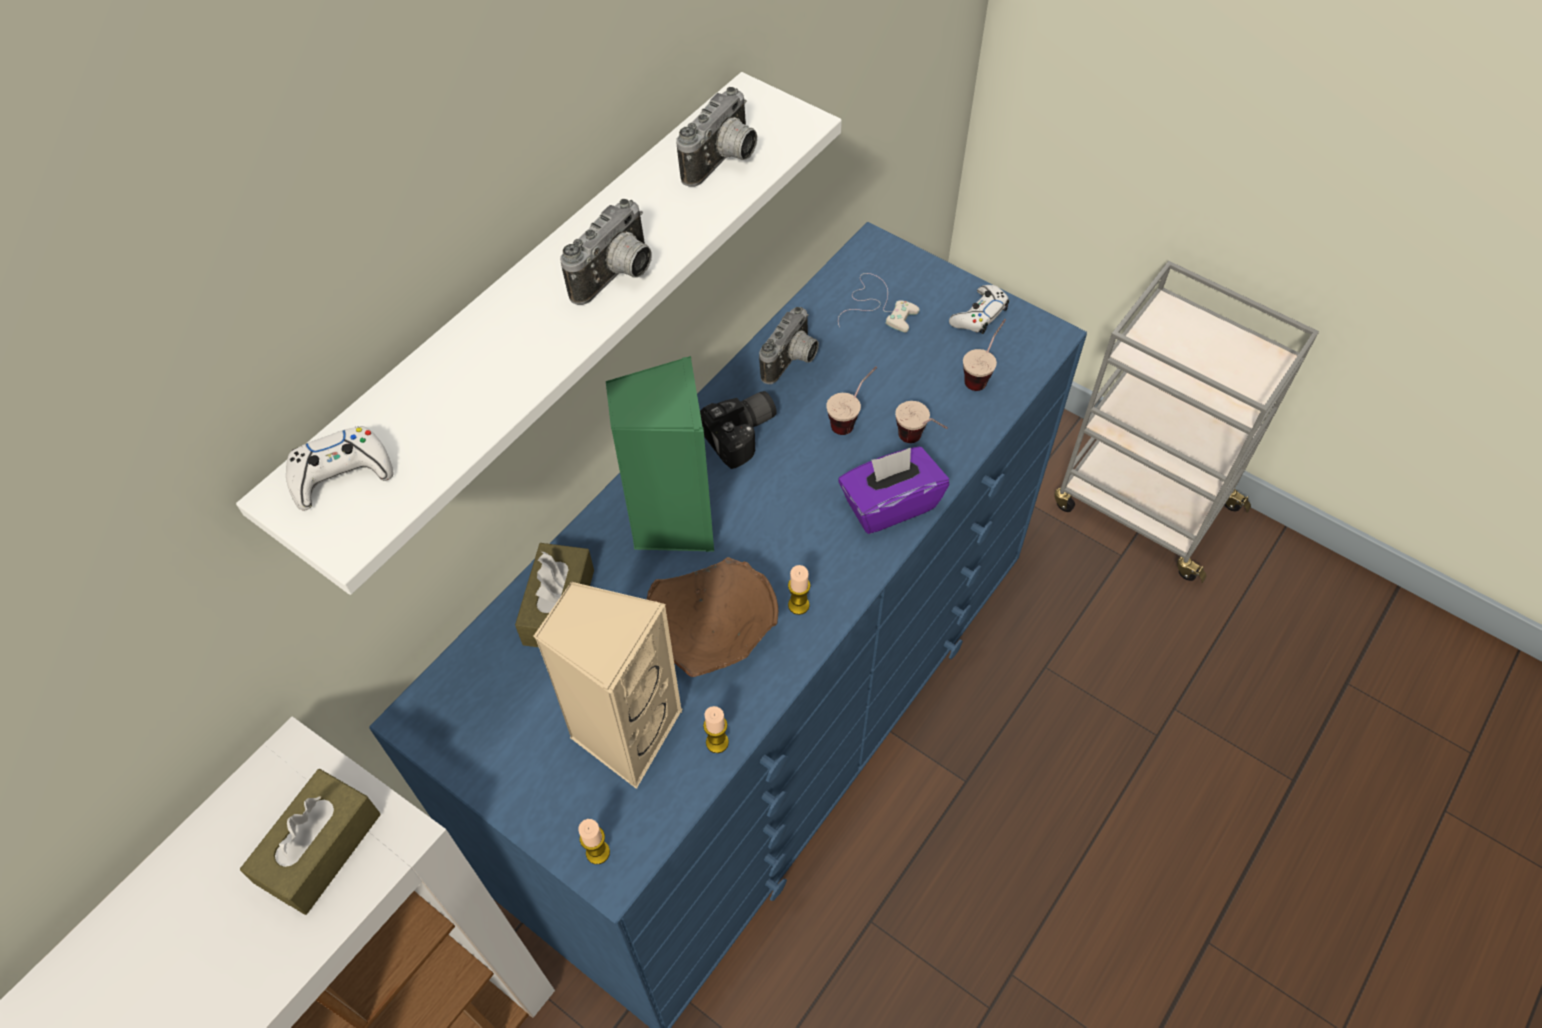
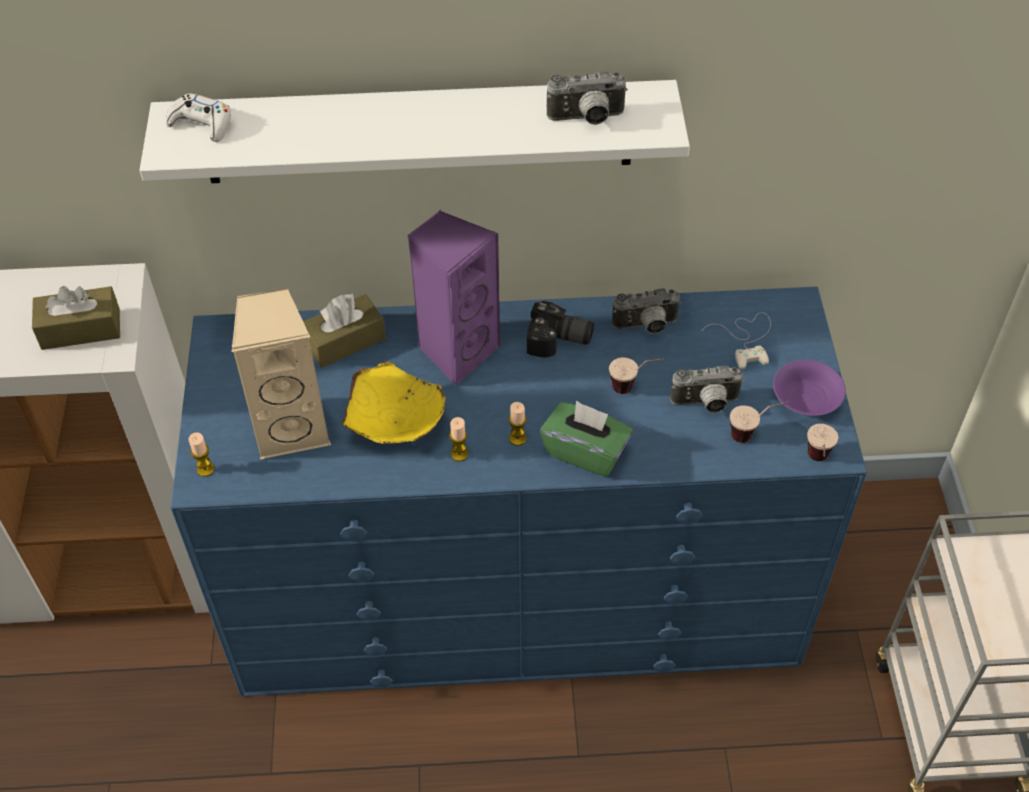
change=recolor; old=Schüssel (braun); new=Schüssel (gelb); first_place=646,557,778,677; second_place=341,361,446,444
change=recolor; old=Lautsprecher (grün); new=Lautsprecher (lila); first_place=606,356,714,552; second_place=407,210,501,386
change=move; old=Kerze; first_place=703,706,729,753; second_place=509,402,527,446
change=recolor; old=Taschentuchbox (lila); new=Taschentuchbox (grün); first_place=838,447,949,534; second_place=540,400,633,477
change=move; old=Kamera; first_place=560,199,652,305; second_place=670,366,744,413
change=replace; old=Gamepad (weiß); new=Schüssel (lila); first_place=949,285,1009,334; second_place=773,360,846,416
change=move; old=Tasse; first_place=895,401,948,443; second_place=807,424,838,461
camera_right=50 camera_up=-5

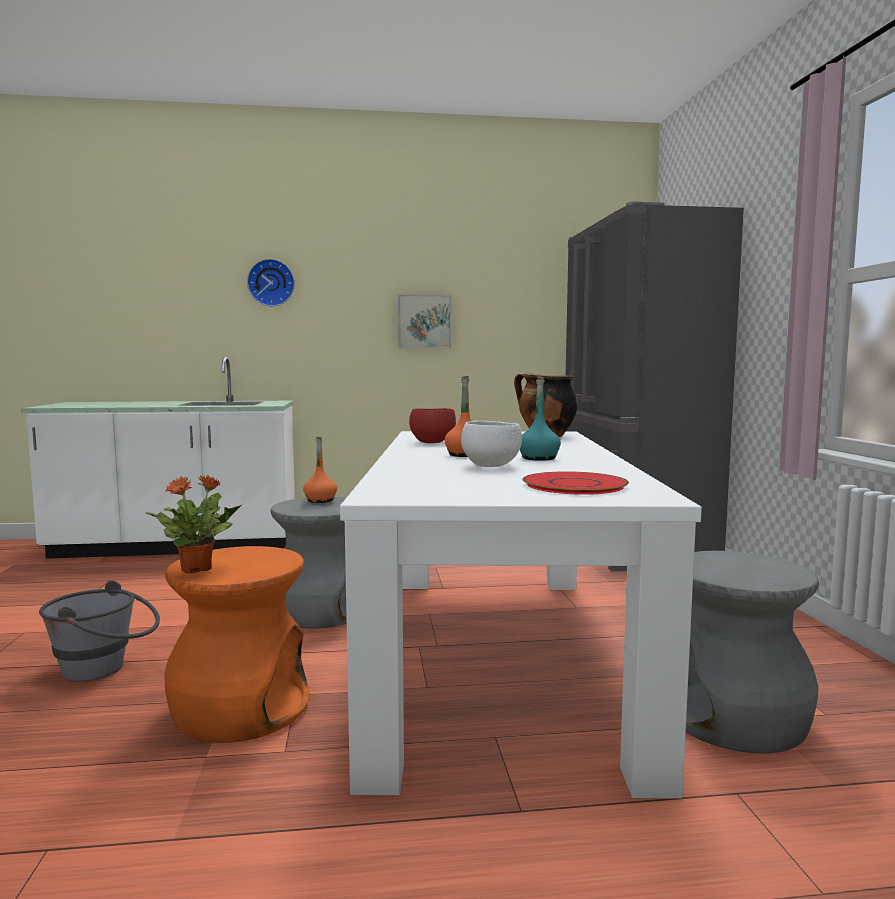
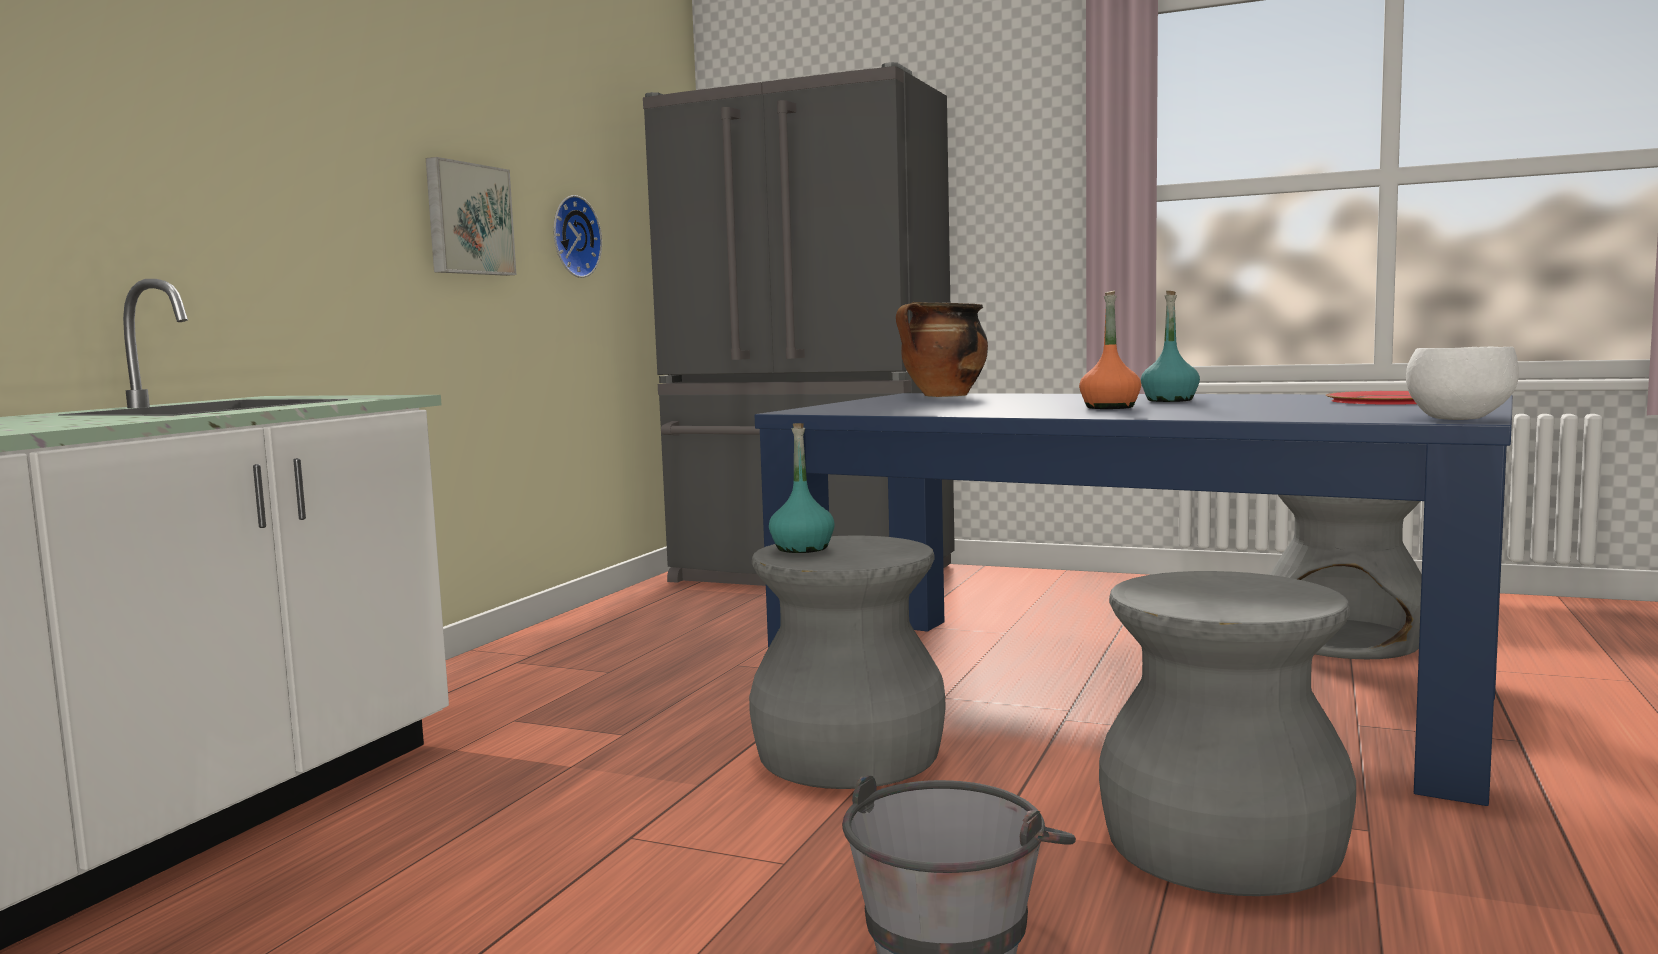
change=move; old=Wanduhr; first_place=247,259,295,306; second_place=554,195,602,278
change=recolor; old=Esstisch (weiß); new=Esstisch (blau); first_place=340,431,702,799; second_place=755,393,1513,806
change=recolor; old=Flasche (orange); new=Flasche (türkis); first_place=303,437,337,503; second_place=769,423,835,553
change=recolor; old=Hocker (orange); new=Hocker (grau); first_place=164,546,309,743; second_place=1099,571,1356,896
change=move; old=Schüssel (weiß); first_place=461,421,522,467; second_place=1406,347,1519,420
change=delete; old=Topfpflanze; first_place=146,475,241,573
change=delete; old=Schüssel (rot); first_place=409,408,456,443
camera_right=-60 camera_up=0

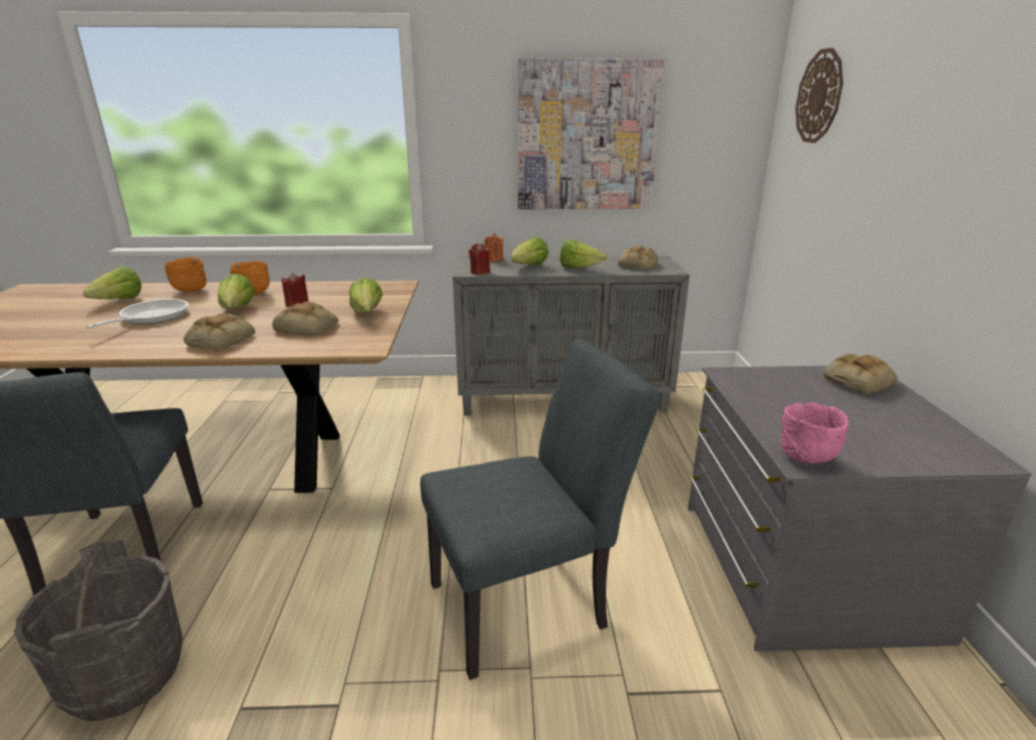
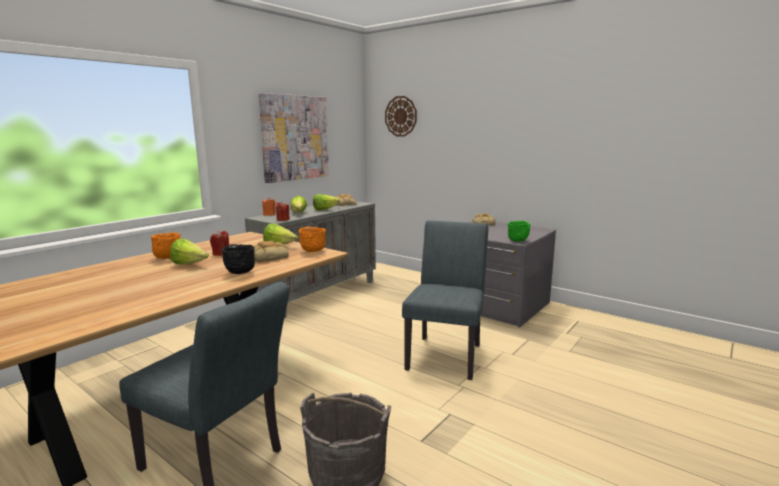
change=replace; old=Brot; new=Schüssel (schwarz); first_place=183,314,255,351; second_place=222,244,255,274
change=move; old=Schüssel (orange); first_place=165,257,207,292; second_place=299,227,326,252
change=recolor; old=Schüssel (rosa); new=Schüssel (grün); first_place=780,403,849,464; second_place=508,221,530,242
change=delete; old=Salatkopf; first_place=83,266,142,299
change=delete; old=Pfanne; first_place=86,299,189,328
camera_right=-50 camera_up=-10

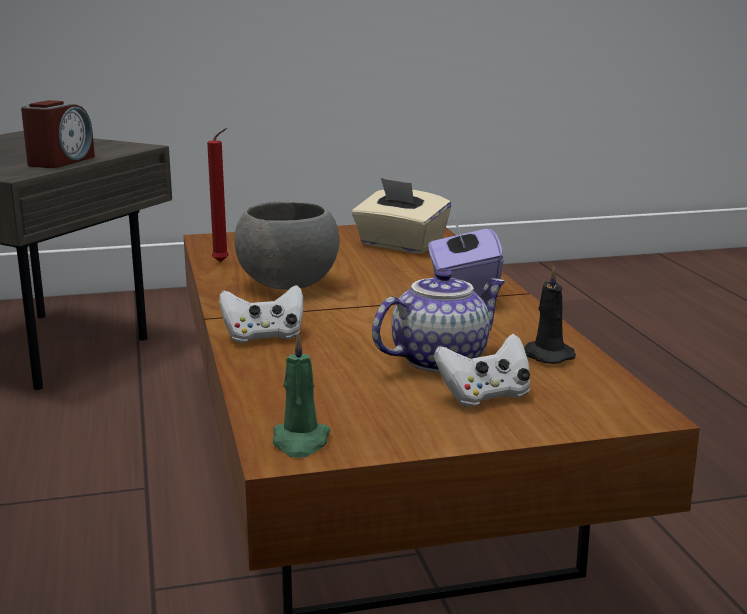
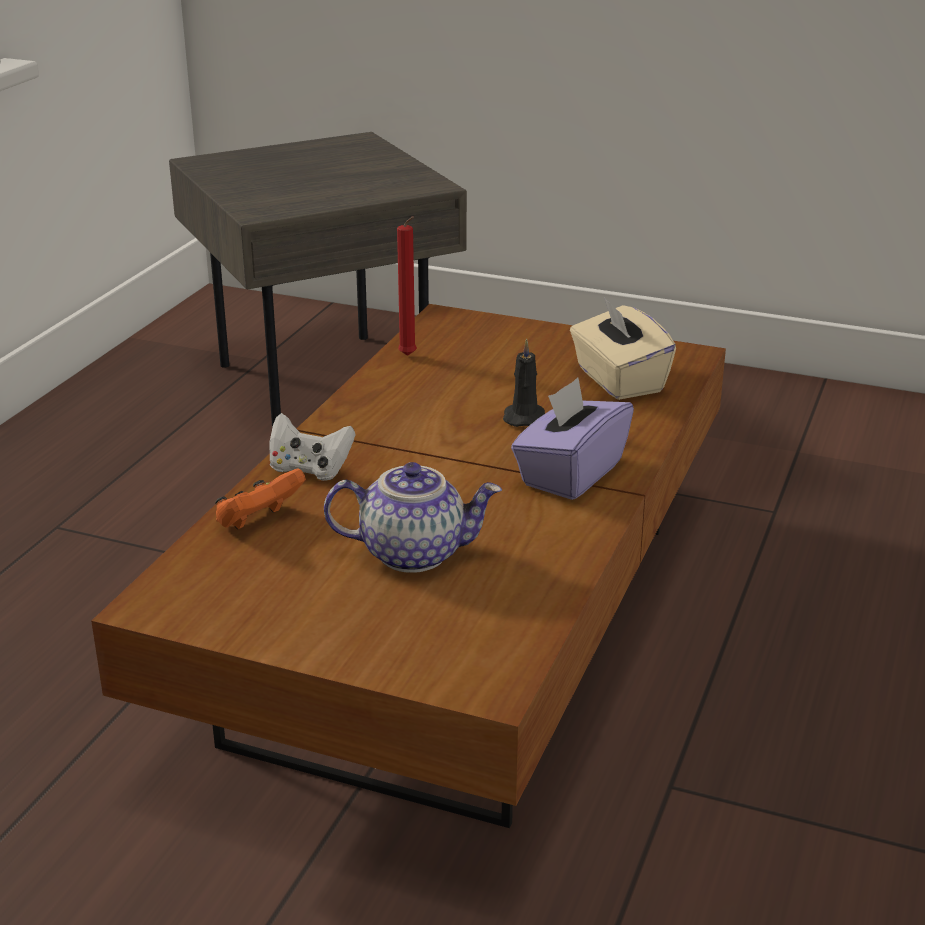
change=insert; new=Gamepad (orange); second_place=215,468,306,529
change=move; old=Kerze (schwarz); first_place=524,266,576,364; second_place=503,339,545,427
change=delete; old=Wecker; first_place=21,100,95,168
change=delete; old=Schüssel (grau); first_place=234,201,340,290
change=delete; old=Kerze (grün); first_place=273,334,331,458
change=delete; old=Gamepad (weiß); first_place=434,334,530,407
camera_right=35 camera_up=10

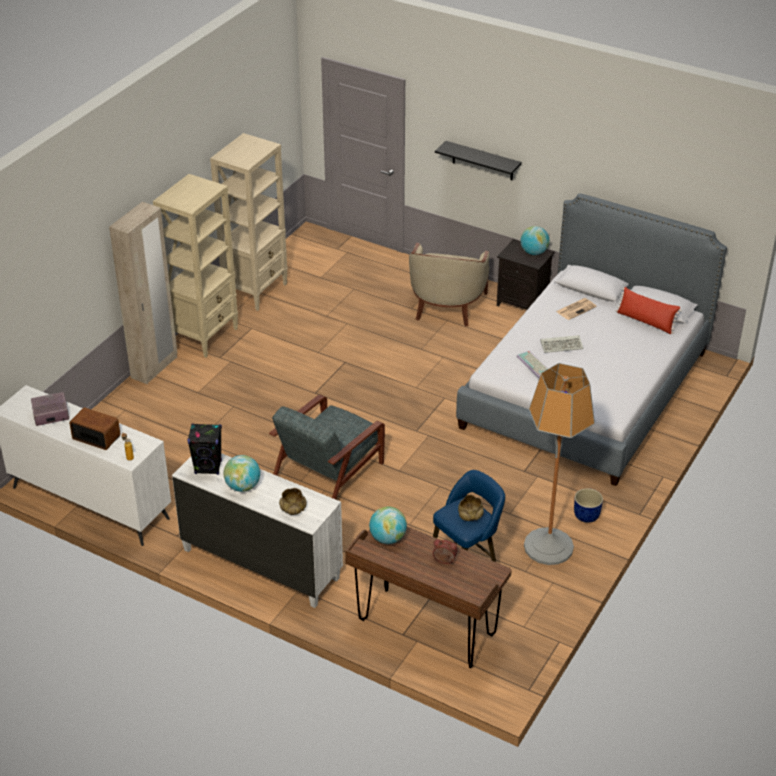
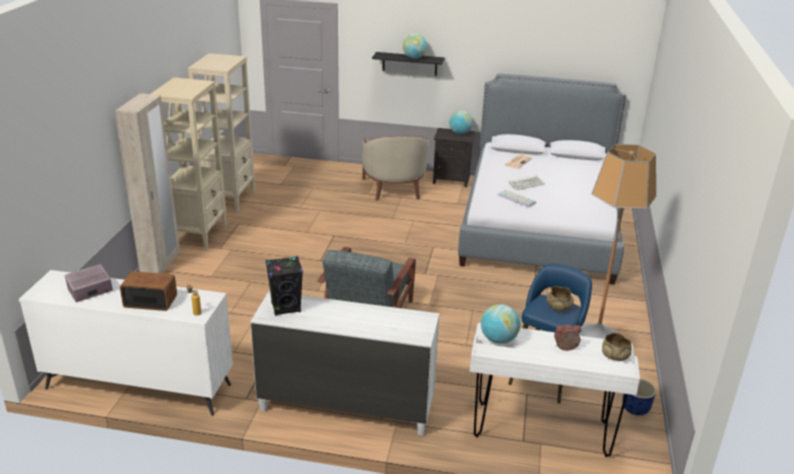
change=move; old=Globus; first_place=224,455,260,492; second_place=403,33,427,59
change=recolor; old=Schreibtisch (braun); new=Schreibtisch (weiß); first_place=345,526,512,668; second_place=470,323,640,457
change=move; old=Schüssel (beige); first_place=279,488,307,515; second_place=602,333,631,361
change=move; old=Pflanzkübel (blau); first_place=574,488,603,523; second_place=622,379,656,416
change=delete; old=Kissen (rot); first_place=615,287,682,334
camera_right=-20 camera_up=-10

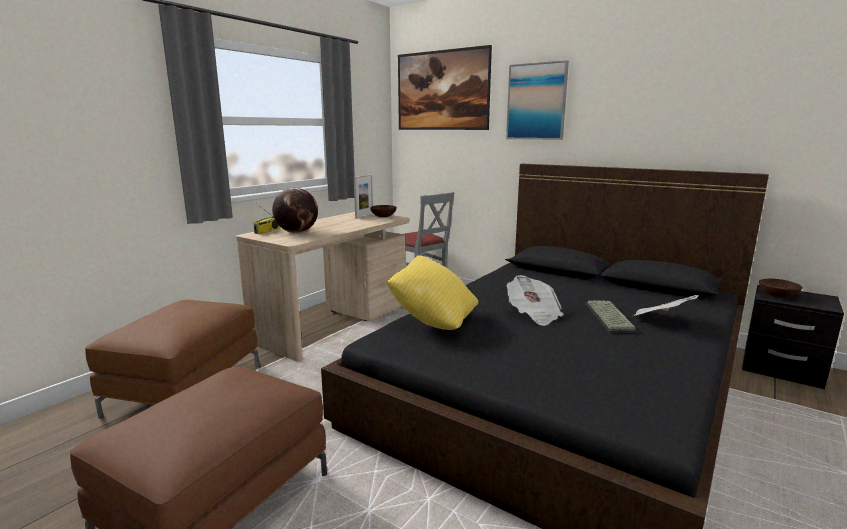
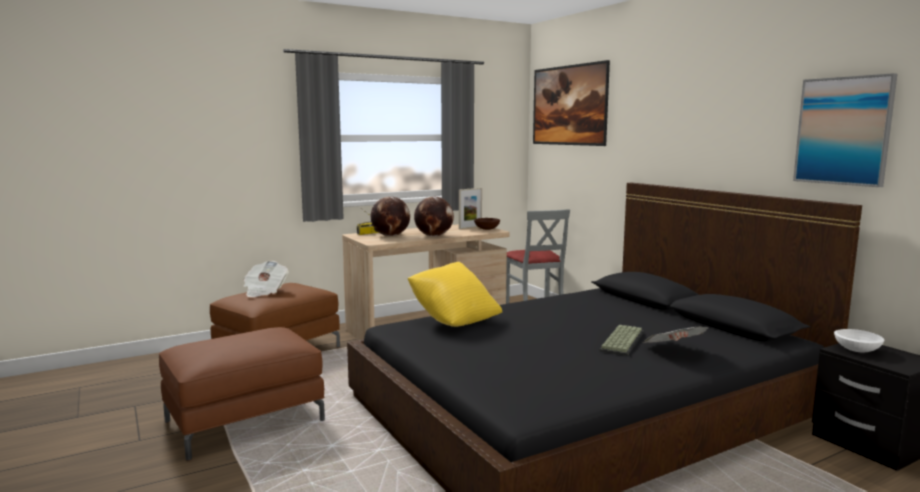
change=move; old=Zeitung; first_place=507,275,564,326; second_place=243,261,289,297
change=insert; new=Globus; second_place=414,196,454,236
change=move; old=Bild; first_place=506,60,569,140; second_place=793,73,898,187
change=recolor; old=Schüssel (braun); new=Schüssel (weiß); first_place=759,279,803,298; second_place=834,329,884,352
camera_right=25 camera_up=-5

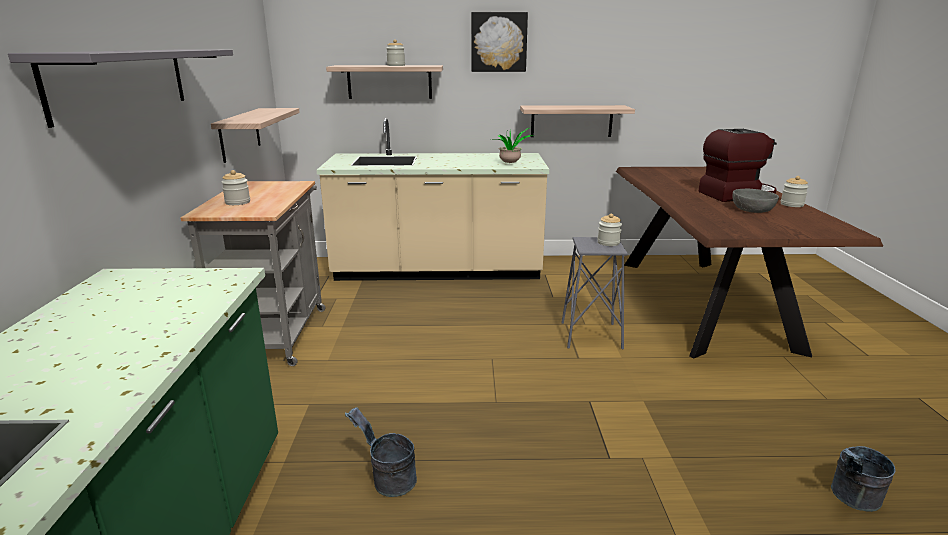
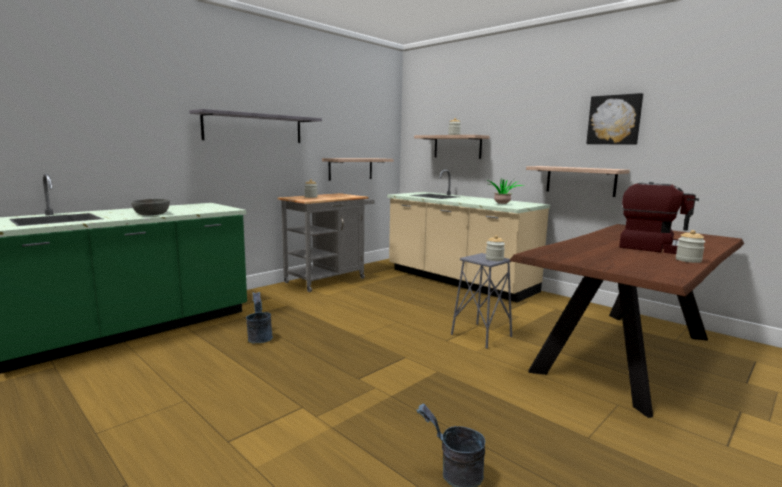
change=move; old=Schüssel (grau); first_place=732,189,779,213; second_place=131,199,170,215
change=move; old=Bild; first_place=471,12,528,72; second_place=586,93,643,145
camera_right=45 camera_up=-10

